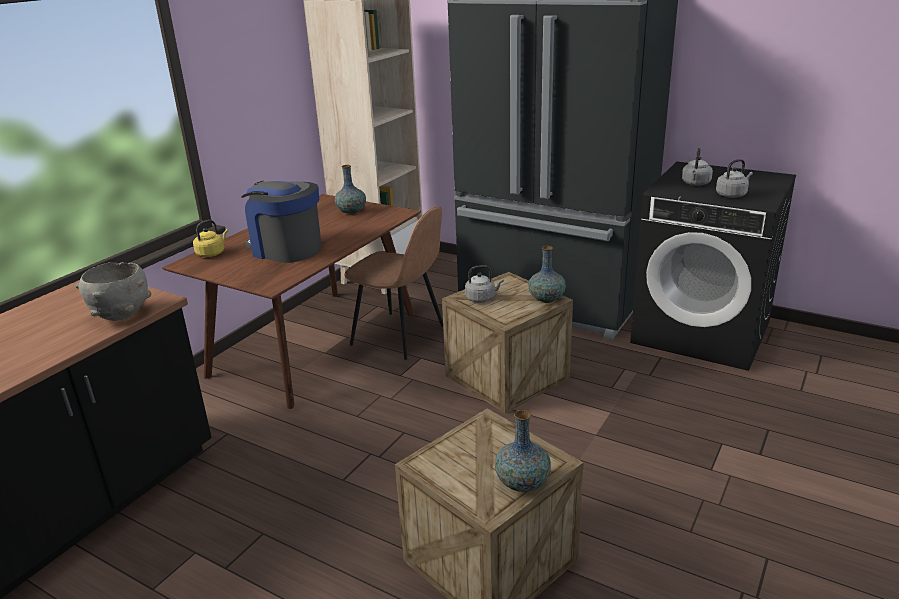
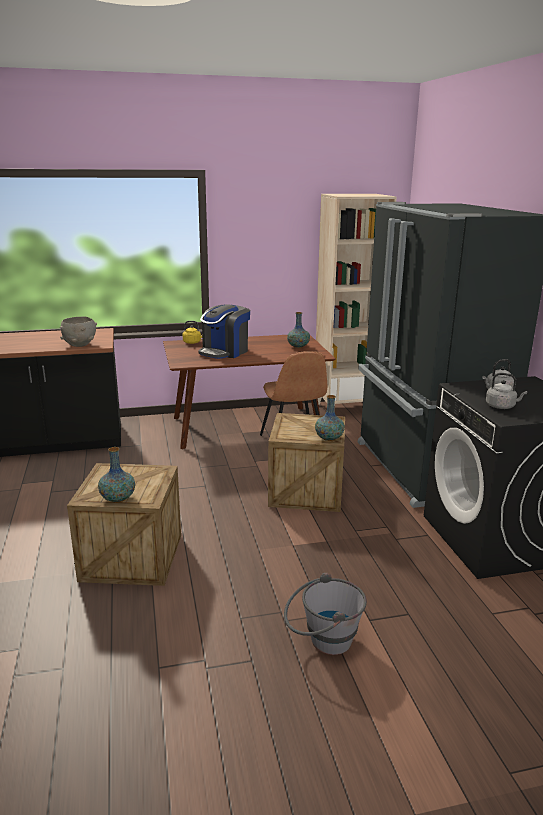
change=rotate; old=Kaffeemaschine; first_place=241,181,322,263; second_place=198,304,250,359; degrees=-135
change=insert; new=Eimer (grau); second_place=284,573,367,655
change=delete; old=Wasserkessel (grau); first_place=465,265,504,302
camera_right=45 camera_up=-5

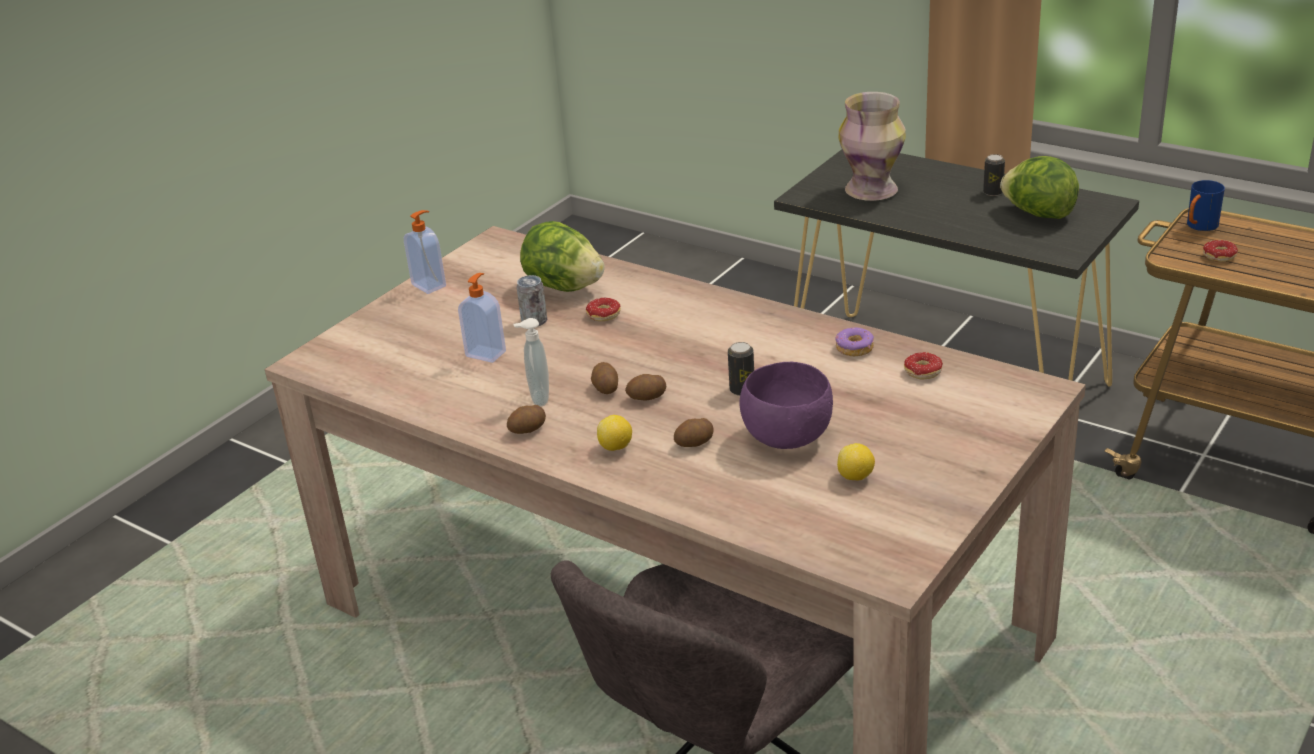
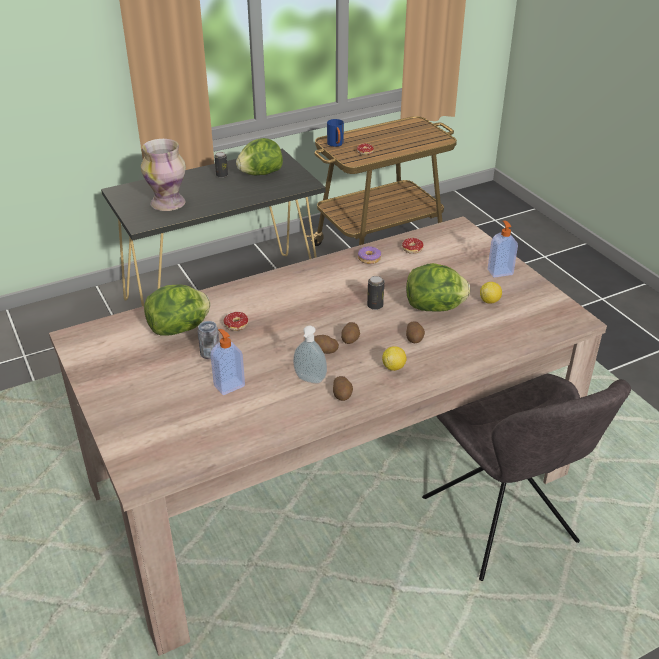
change=replace; old=Schüssel (lila); new=Salatkopf; first_place=740,362,833,449; second_place=406,263,470,311
change=move; old=Seifenspender; first_place=404,210,446,294; second_place=488,221,518,278
camera_right=-65 camera_up=5

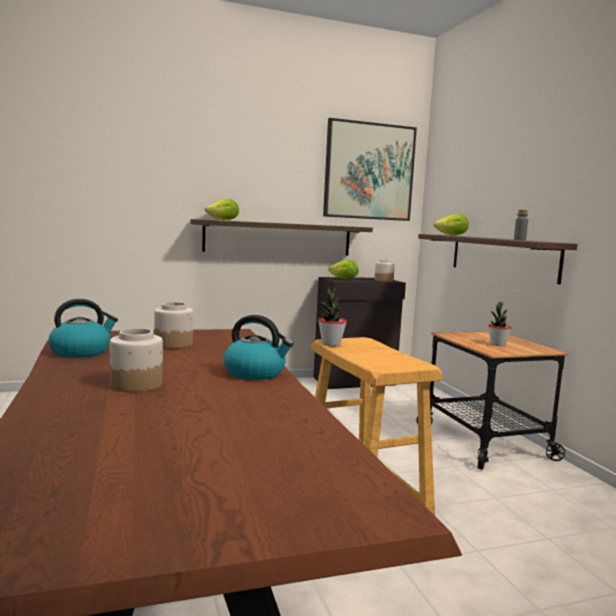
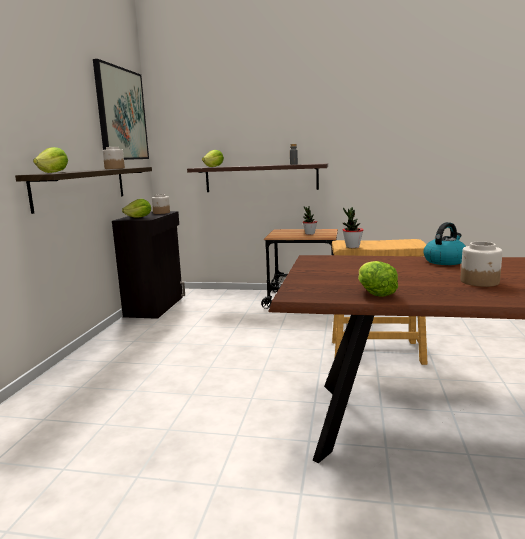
change=move; old=Vorratsglas; first_place=154,302,193,349; second_place=103,147,125,169
change=replace; old=Wasserkessel; new=Salatkopf; first_place=49,299,118,358; second_place=358,261,398,297
camera_right=-60 camera_up=5

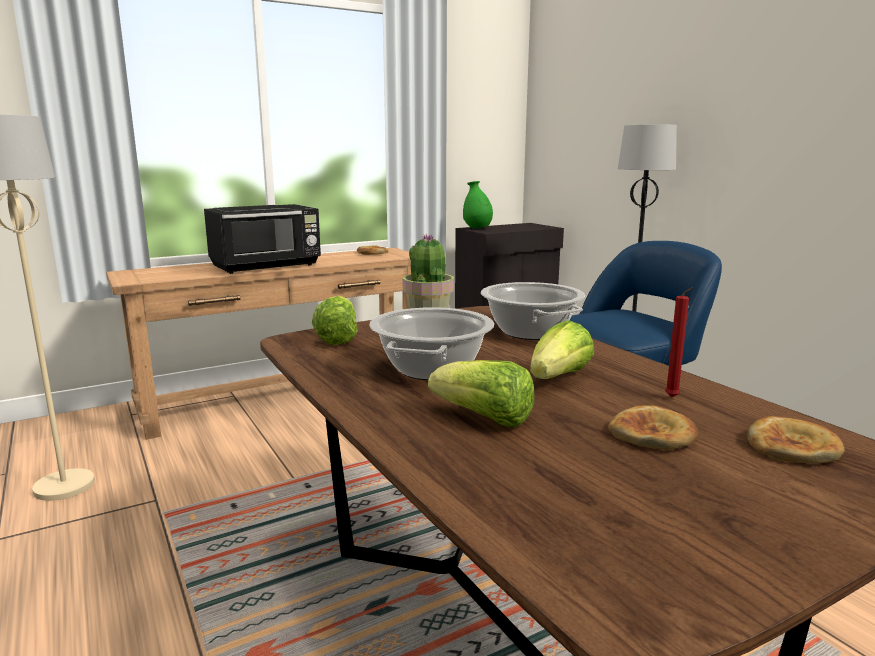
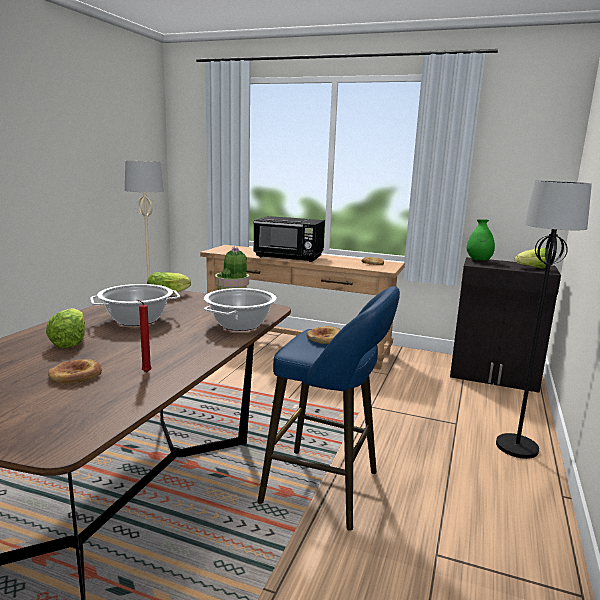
change=move; old=Brot; first_place=747,416,845,463; second_place=307,326,341,344
change=move; old=Salatkopf; first_place=530,320,594,379; second_place=515,248,552,269
camera_right=50 camera_up=0

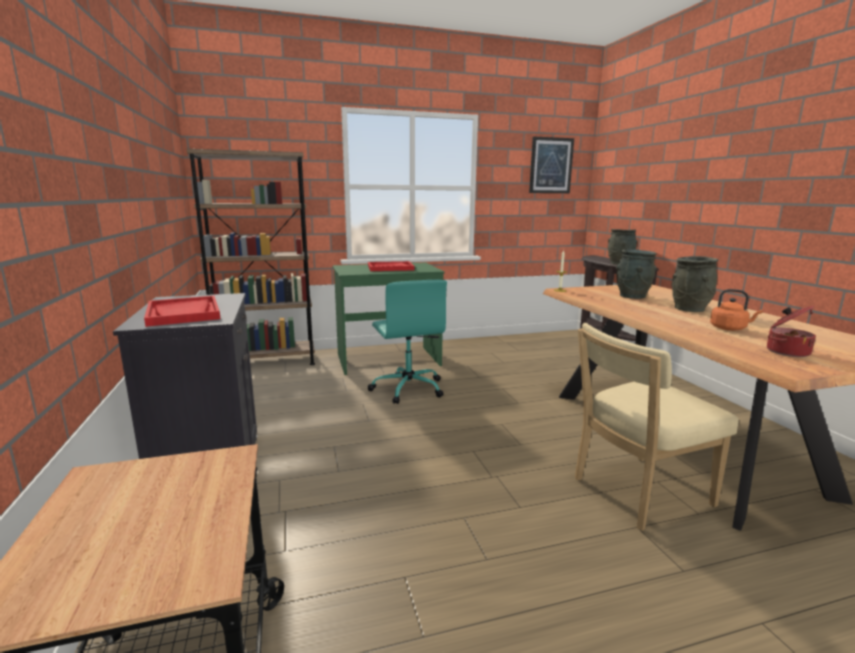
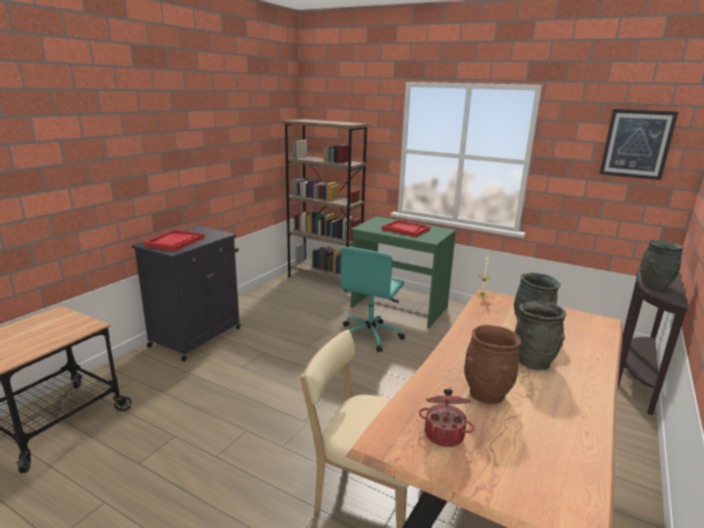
change=replace; old=Wasserkessel (orange); new=Vase (braun); first_place=710,289,763,331; second_place=464,325,521,404
camera_right=45 camera_up=5

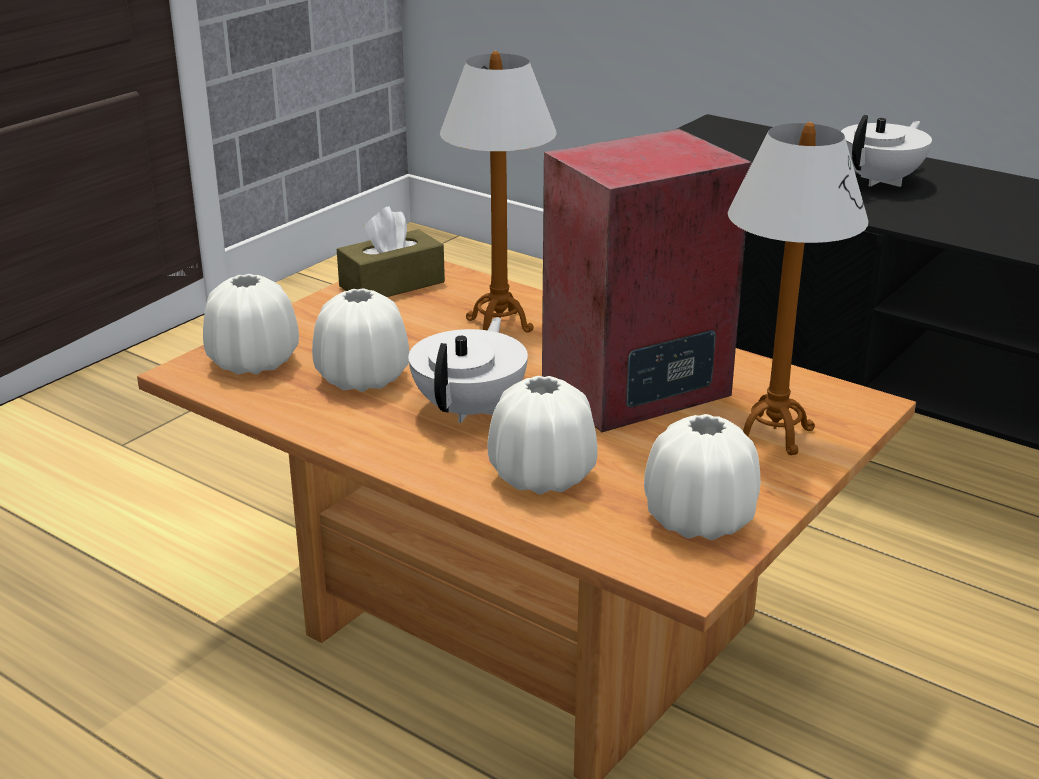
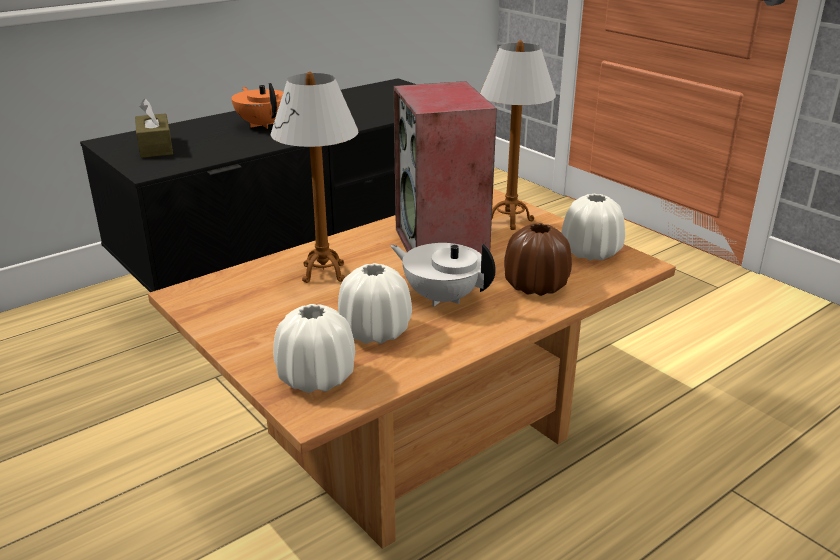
change=move; old=Taschentuchbox (braun); first_place=337,207,445,297; second_place=135,99,173,158
change=recolor; old=Teekanne (weiß); new=Teekanne (orange); first_place=841,115,932,187; second_place=231,83,283,129
change=recolor; old=Vase (weiß); new=Vase (braun); first_place=487,376,598,495; second_place=504,223,572,296
camera_right=-75 camera_up=0

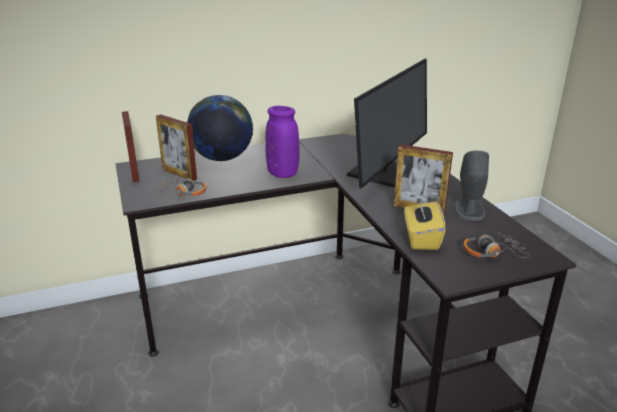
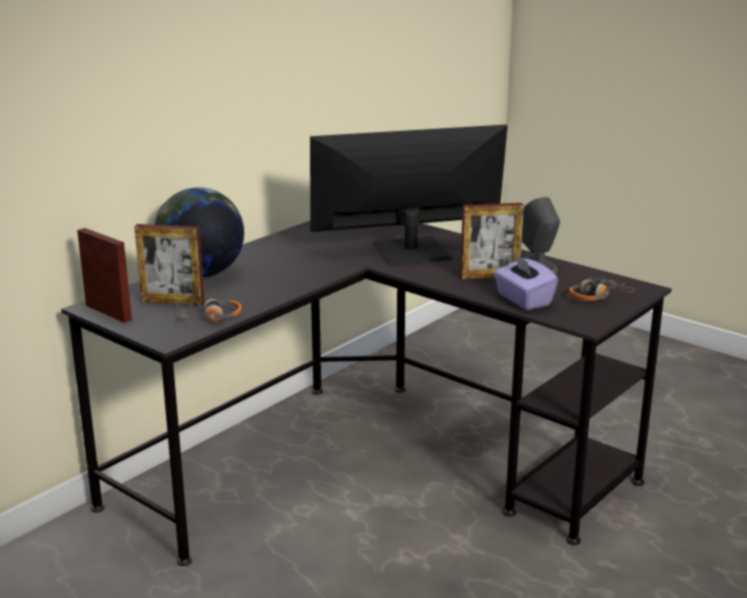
change=rotate; old=Monitor; first_place=346,59,427,189; second_place=310,125,508,266; degrees=-105
change=recolor; old=Taschentuchbox (gelb); new=Taschentuchbox (lila); first_place=404,196,446,250; second_place=494,253,558,310
change=delete; old=Vase (lila); first_place=265,106,300,178
camera_right=-30 camera_up=-5

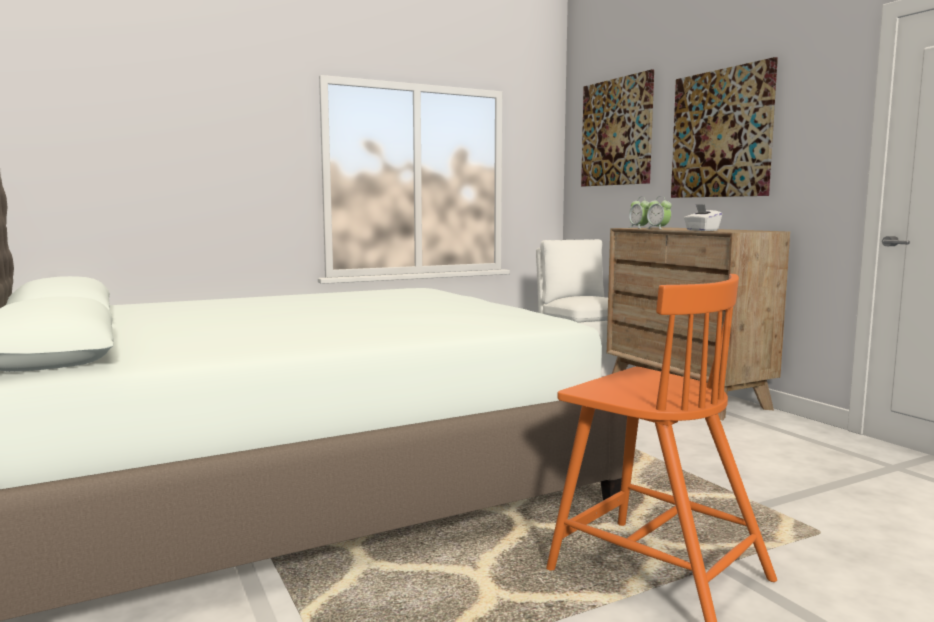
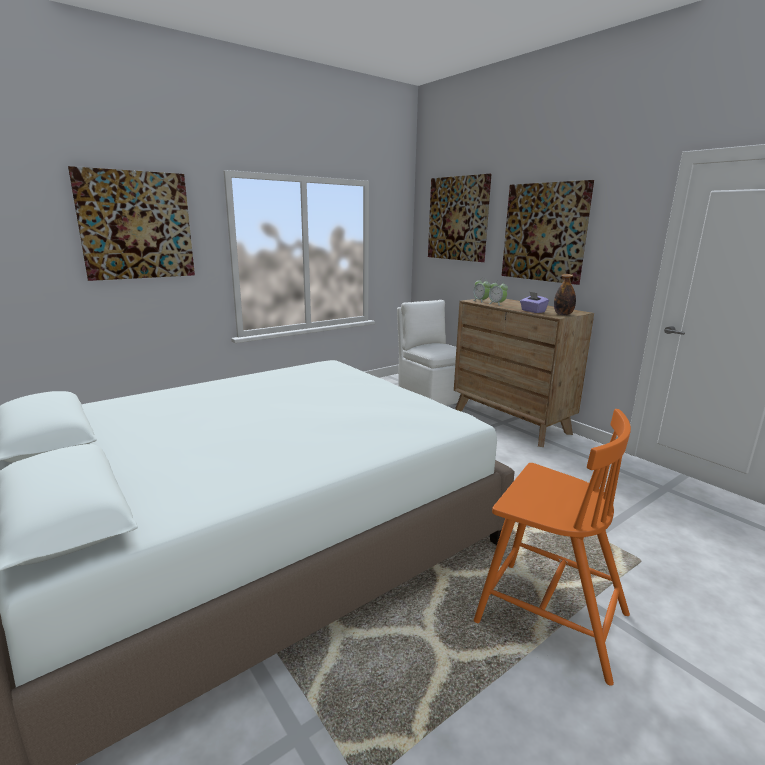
change=insert; new=Bild; second_place=68,166,195,281
change=recolor; old=Taschentuchbox (weiß); new=Taschentuchbox (lila); first_place=684,204,722,231; second_place=520,291,549,313
change=insert; new=Flasche; second_place=554,274,576,315
camera_right=-10 camera_up=10

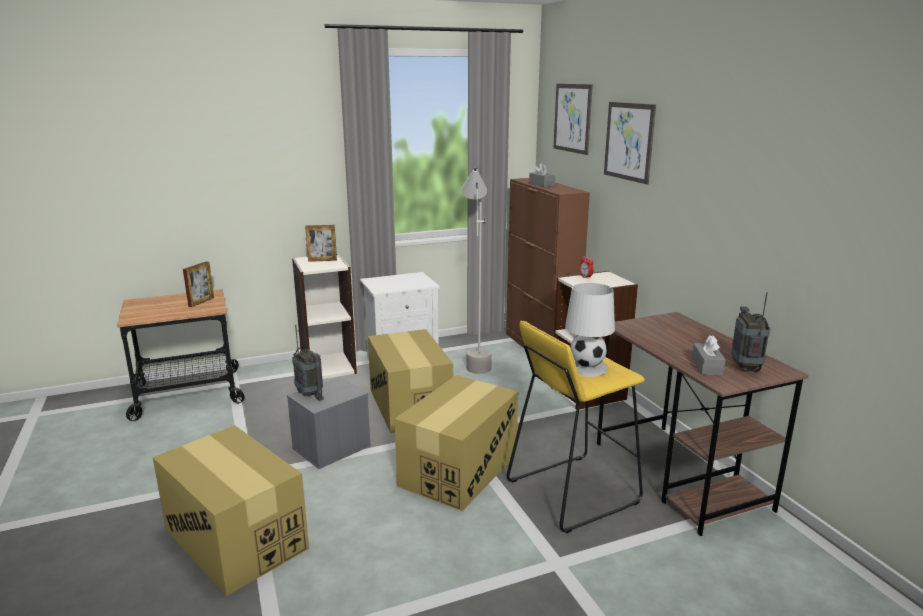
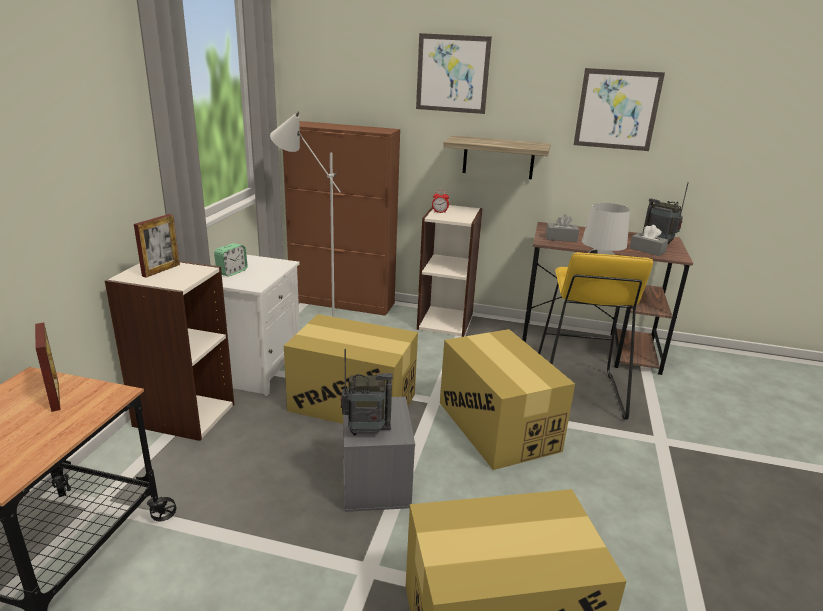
change=insert; new=Wecker; second_place=214,243,248,276
change=insert; new=Wandregal; second_place=443,135,550,179
change=move; old=Taschentuchbox (grau); first_place=529,163,555,187; second_place=546,214,579,242
change=move; old=Bild; first_place=554,84,593,155; second_place=574,68,665,151
camera_right=-55 camera_up=5

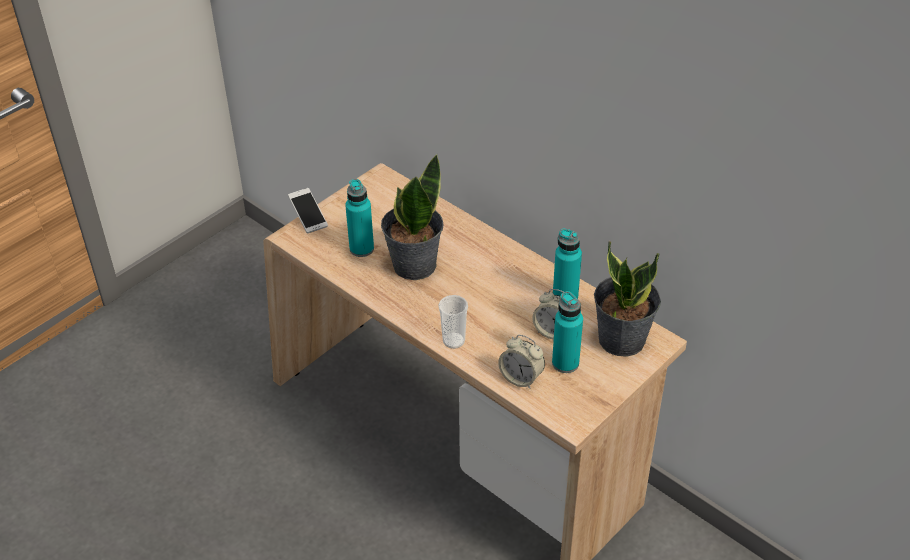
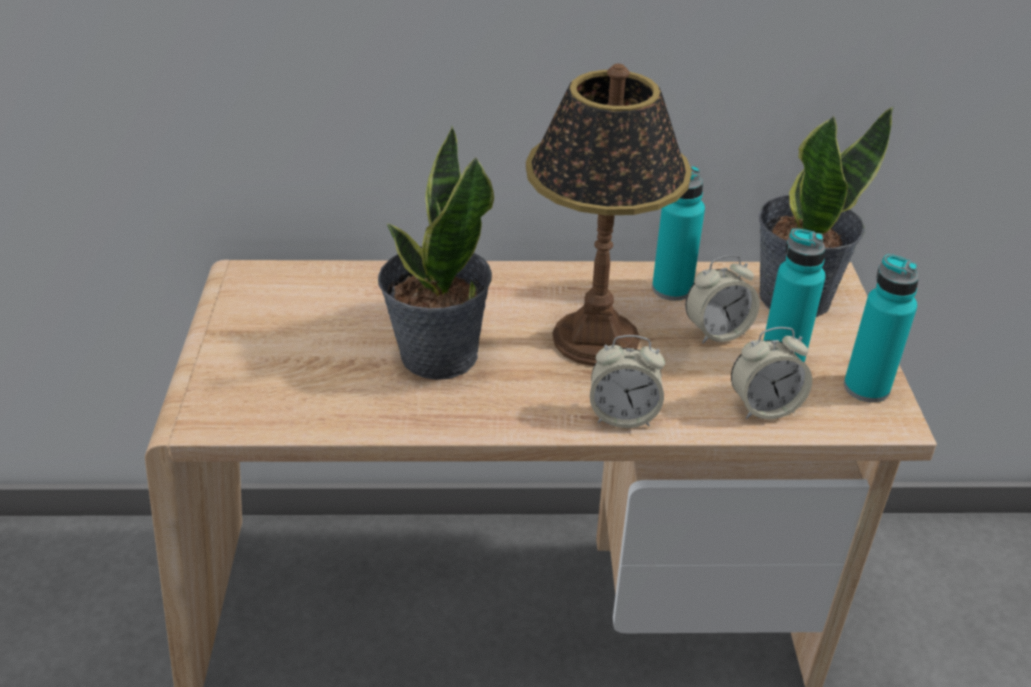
change=insert; new=Tischlampe; second_place=526,64,692,366
change=replace; old=Tasse; new=Wecker; first_place=438,295,468,349; second_place=590,335,665,428
change=move; old=Flasche (türkis); first_place=345,179,374,257; second_place=844,254,919,403
change=delete; old=Handy; first_place=288,188,328,234
camera_right=-45 camera_up=-5

